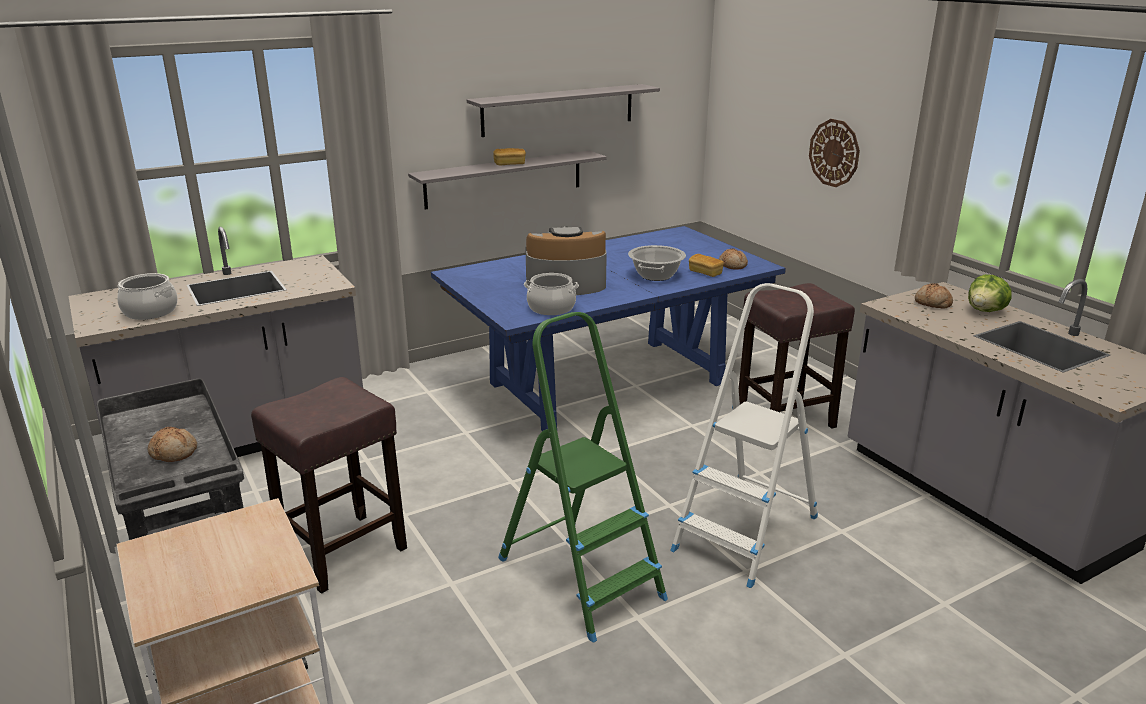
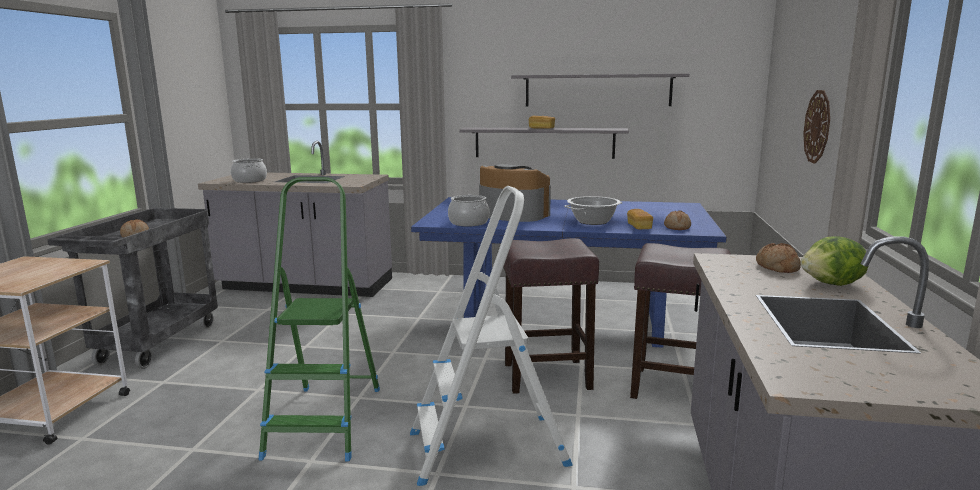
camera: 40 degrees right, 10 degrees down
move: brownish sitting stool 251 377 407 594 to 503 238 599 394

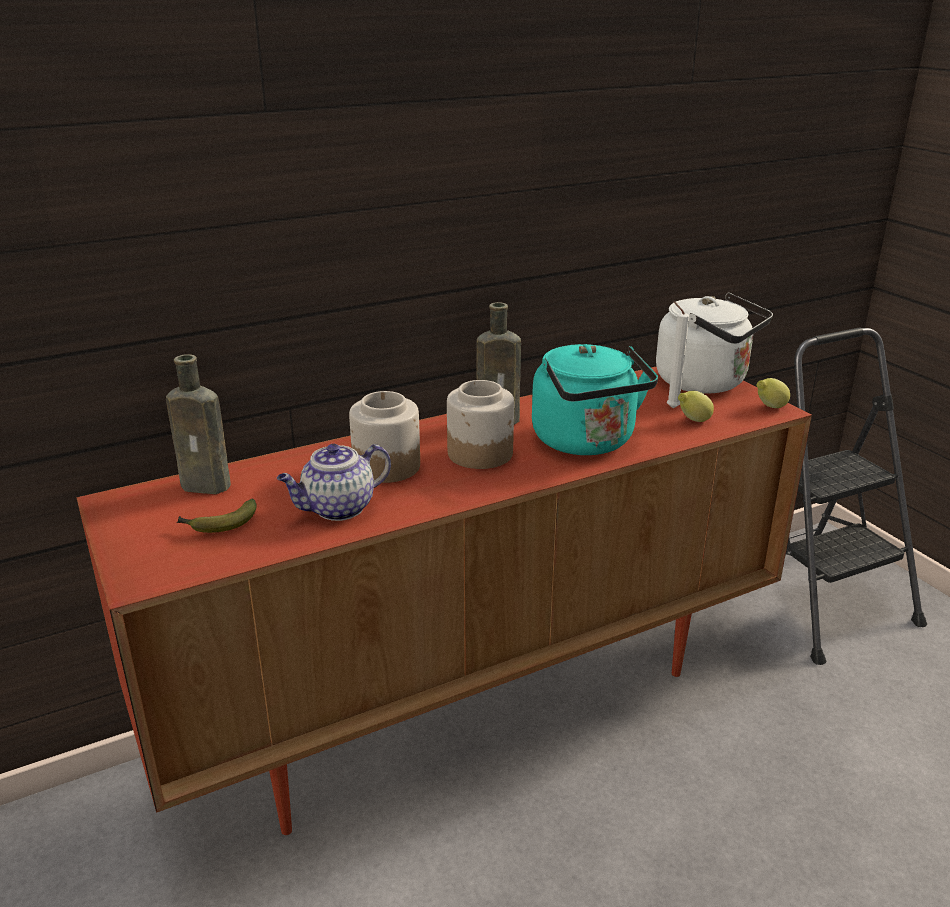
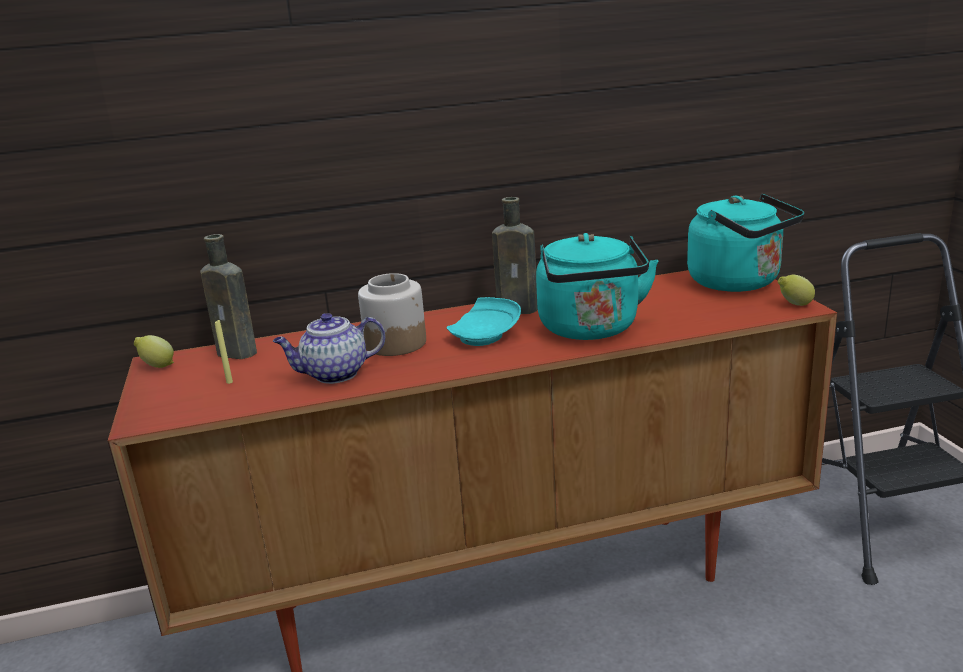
camera: 15 degrees right, 5 degrees down
delete: white wax candle 667 302 689 408
move: citrus fruit 678 391 714 422 to 134 335 174 368
replace: storage jar 447 380 514 469 to turquoise dinner plate 446 297 521 346; banana fruit 177 499 256 533 to yellowish wax candle 215 320 233 384
recolor: white tea kettle 656 292 773 394 to turquoise tea kettle 687 194 804 292

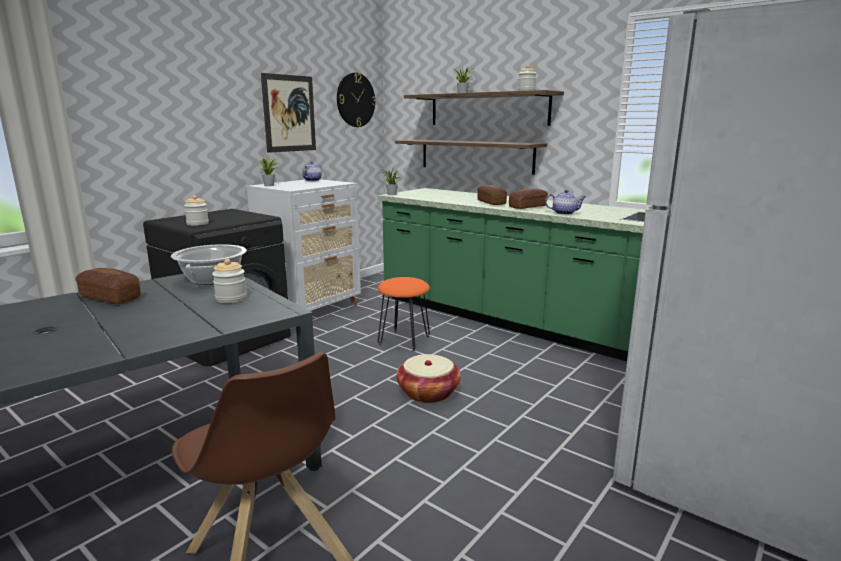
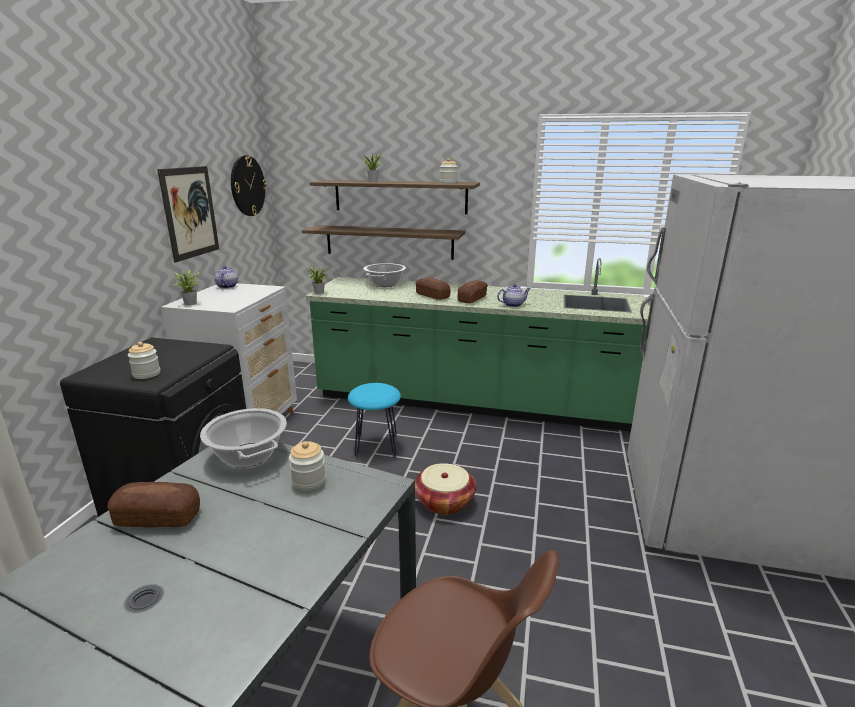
camera: 25 degrees left, 5 degrees up
insert: cooking pot 364 263 406 287
recolor: orange-coloured sitting stool 378 277 430 352 to turquoise sitting stool 348 383 401 458

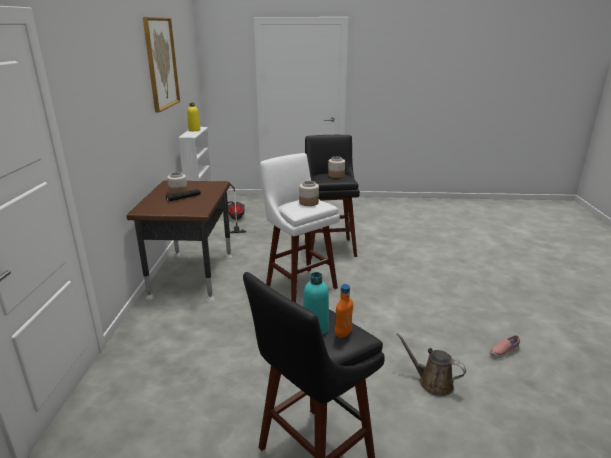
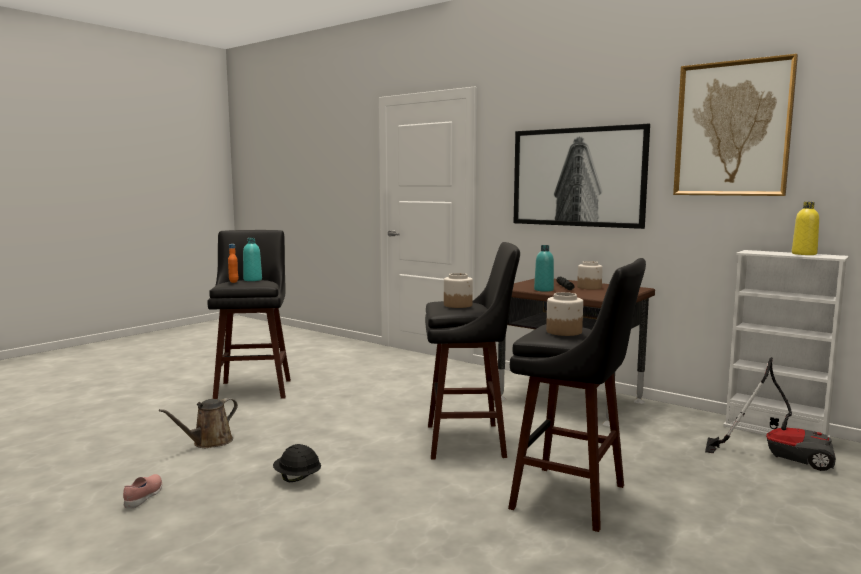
camera: 125 degrees right, 15 degrees down
insert: wall picture 514 124 650 229; turquoise drink bottle 534 245 554 292; black-coloured safety helmet 273 444 321 482
recolor: white sitting stool 260 153 340 303 to black-coloured sitting stool 425 242 520 459
rotate: brownish sprinkling can 396 333 466 396 = 159 398 238 448 150 degrees clockwise

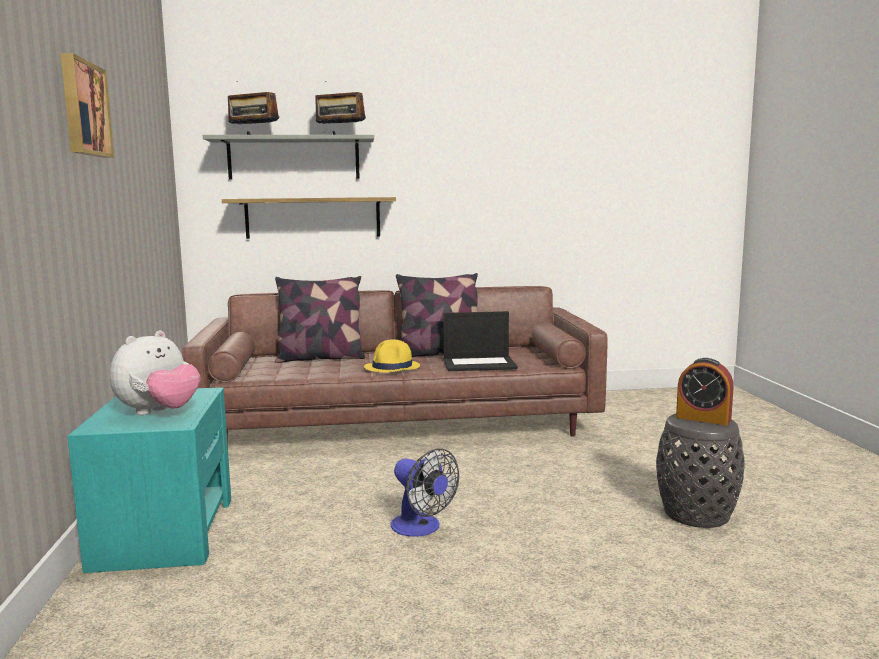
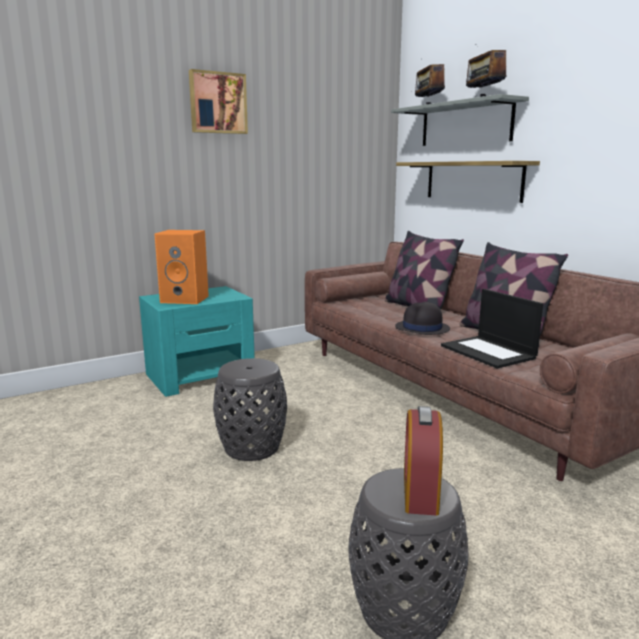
camera: 65 degrees right, 5 degrees up
replace: plush toy 110 331 200 415 to orange-coloured speaker 154 230 209 304; electric fan 390 448 459 537 to gray sitting stool 213 358 287 461
recolor: yellowish hat 364 339 420 373 to black-coloured hat 395 302 450 335

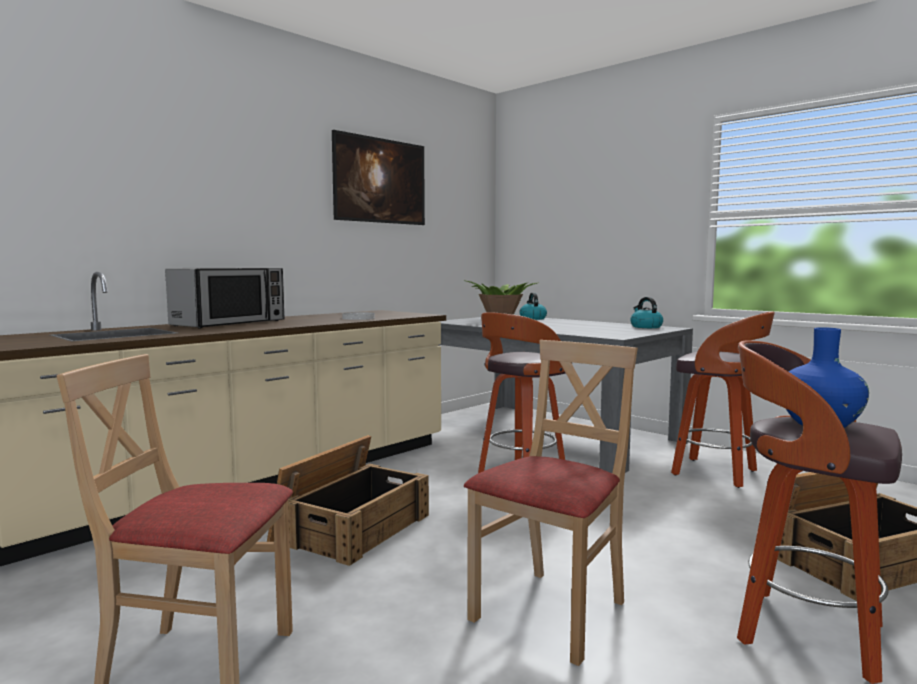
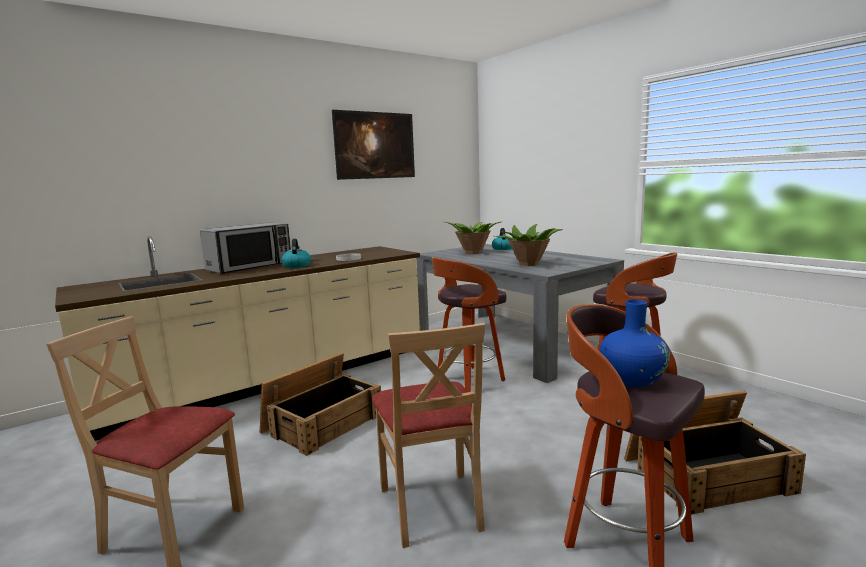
camera: 10 degrees right, 5 degrees up
insert: plant in a pot 495 224 563 266
move: tea kettle 630 297 663 328 to 281 239 311 268
rotate: sand-coloured plain chair 464 340 638 666 = 372 323 486 548 120 degrees clockwise

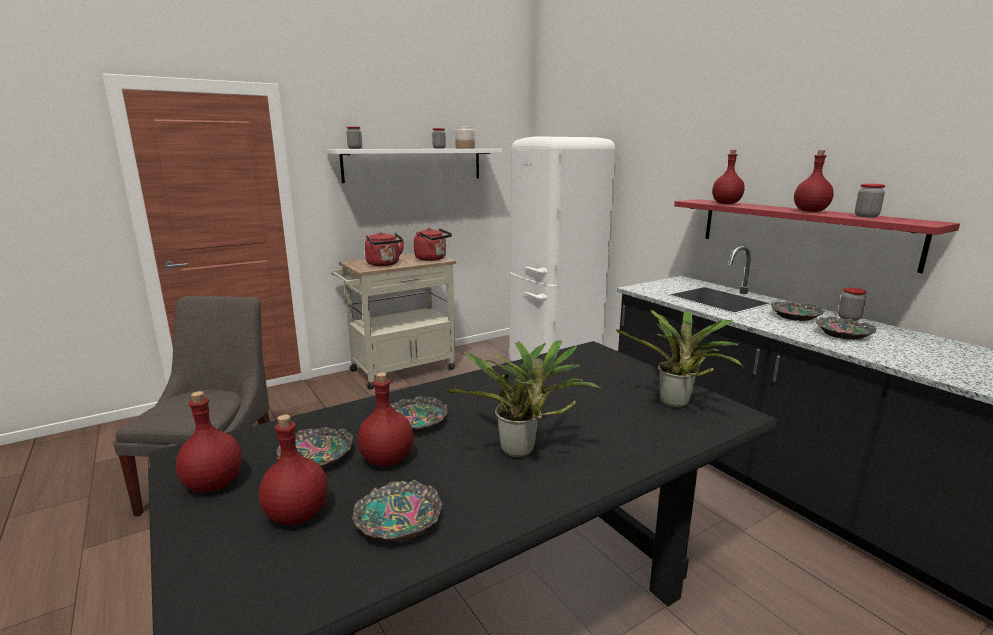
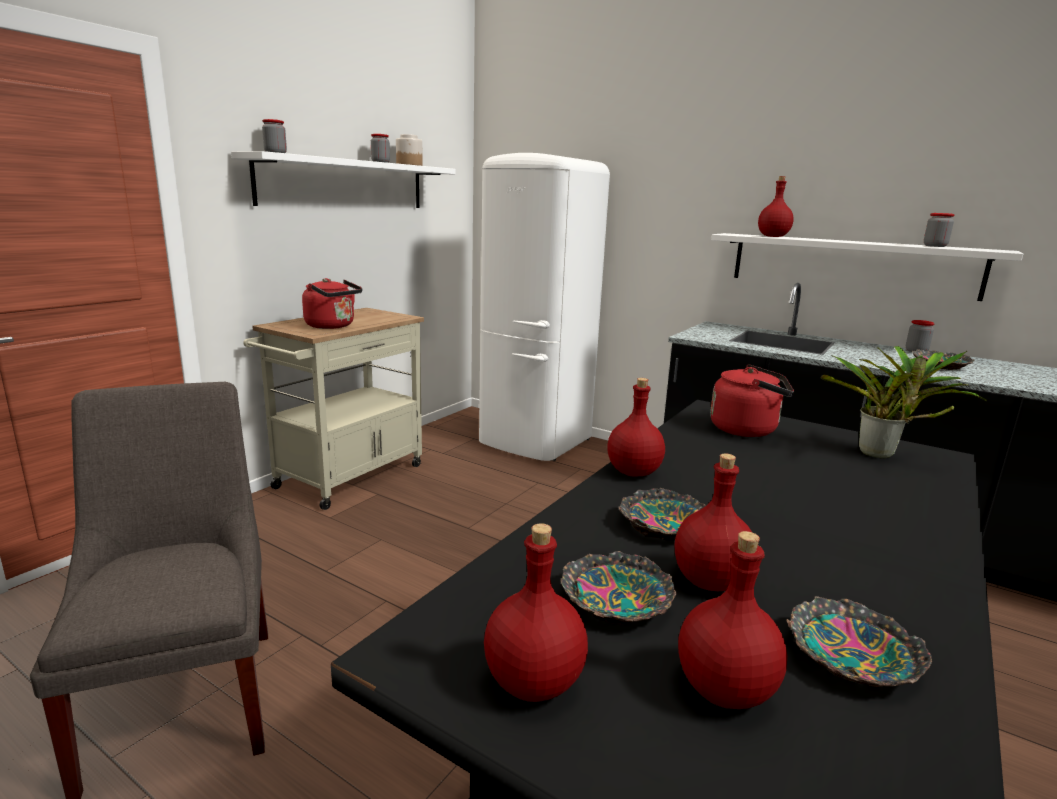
camera: 25 degrees left, 0 degrees up
delete: serving bowl 771 302 825 321; plant in a pot 446 340 603 457
move: red drink bottle 794 150 834 212 to 607 378 665 477; red tea kettle 414 228 452 261 to 710 364 794 437
recolor: red wall shelf 674 199 960 273 to white wall shelf 711 233 1023 301

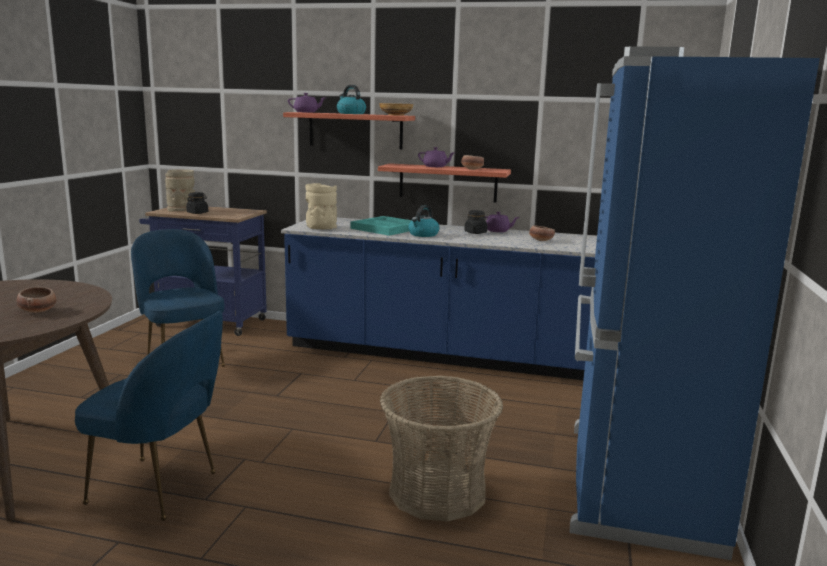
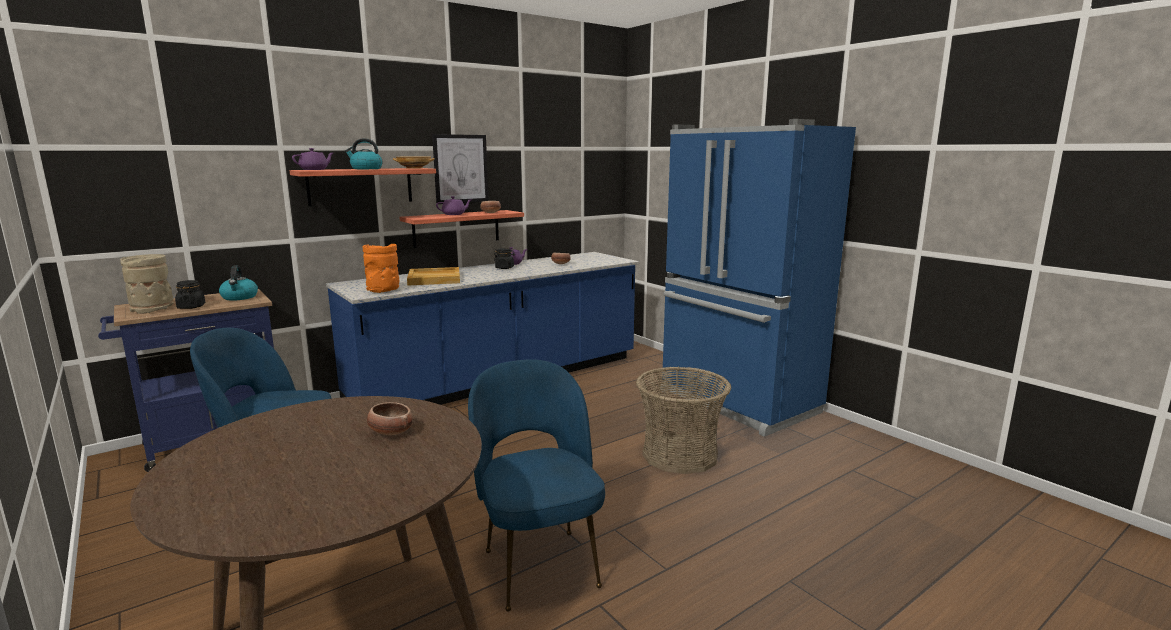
camera: 50 degrees left, 0 degrees up
insert: wall picture 432 134 489 204
move: tea kettle 408 205 440 237 to 219 265 258 301
recolor: sand-coloured flower vase 306 183 337 230 to orange-coloured flower vase 362 244 399 293; turquoise serving tray 350 216 412 236 to sand-coloured serving tray 407 267 460 286
rotate: blue plain chair 75 311 223 521 = 468 359 605 612 75 degrees counterclockwise

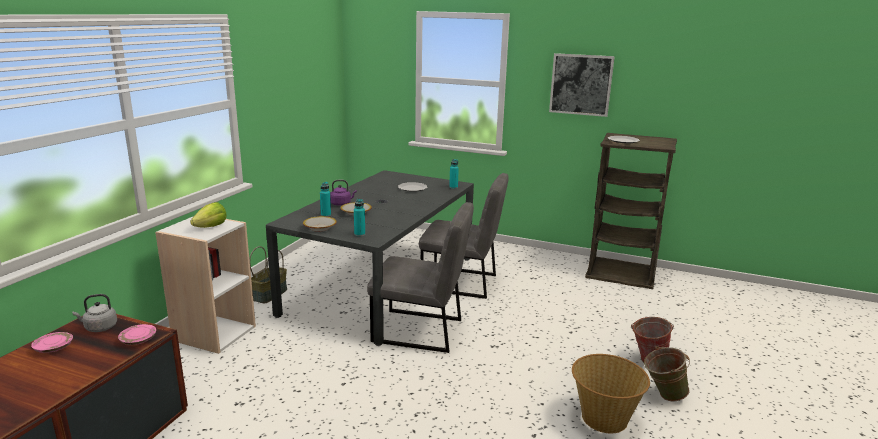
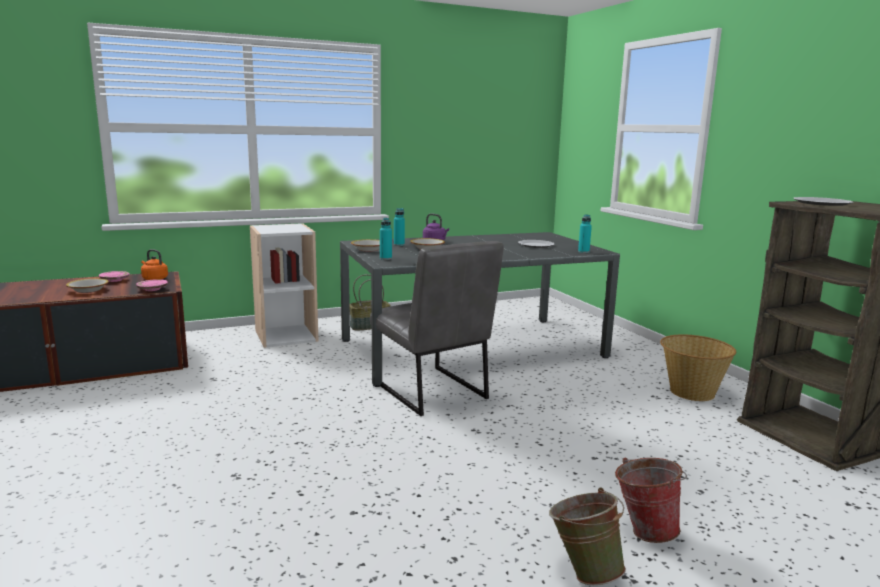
camera: 45 degrees right, 5 degrees down
delete: wall picture 549 53 615 117; gray plain chair 419 173 509 299; lettuce head 190 202 227 228
insert: serving bowl 66 278 109 293
move: storage basket 572 354 650 433 to 660 334 736 401
recolor: gray tea kettle 72 294 117 332 to orange-coloured tea kettle 141 249 168 280

